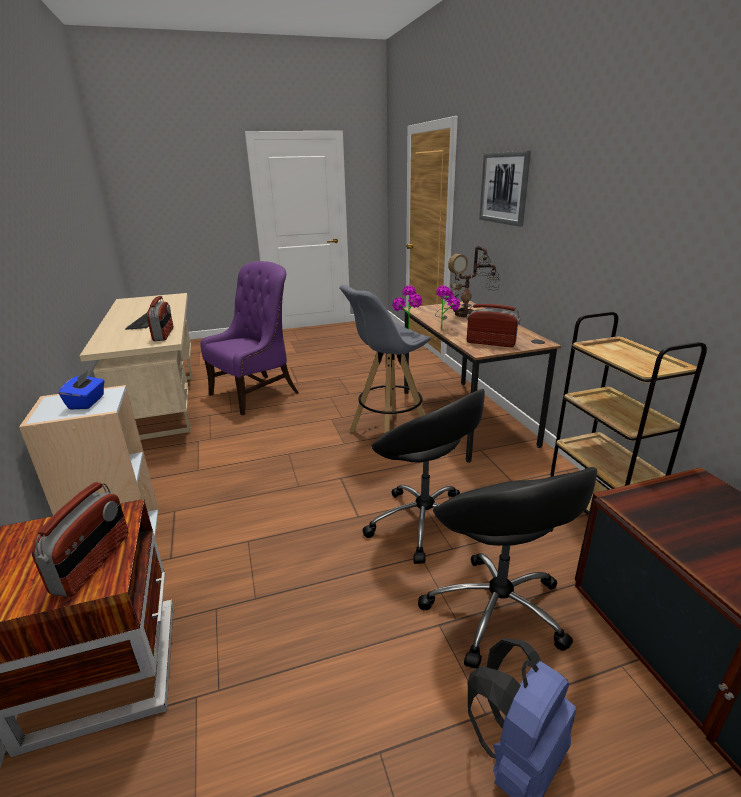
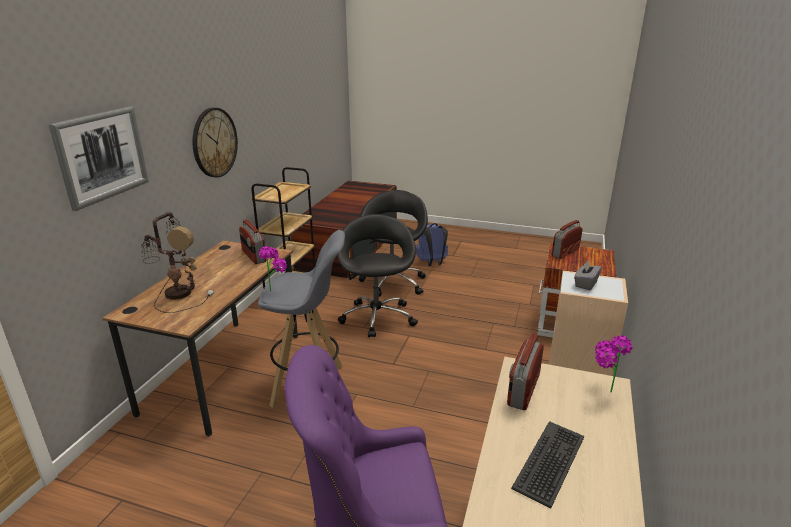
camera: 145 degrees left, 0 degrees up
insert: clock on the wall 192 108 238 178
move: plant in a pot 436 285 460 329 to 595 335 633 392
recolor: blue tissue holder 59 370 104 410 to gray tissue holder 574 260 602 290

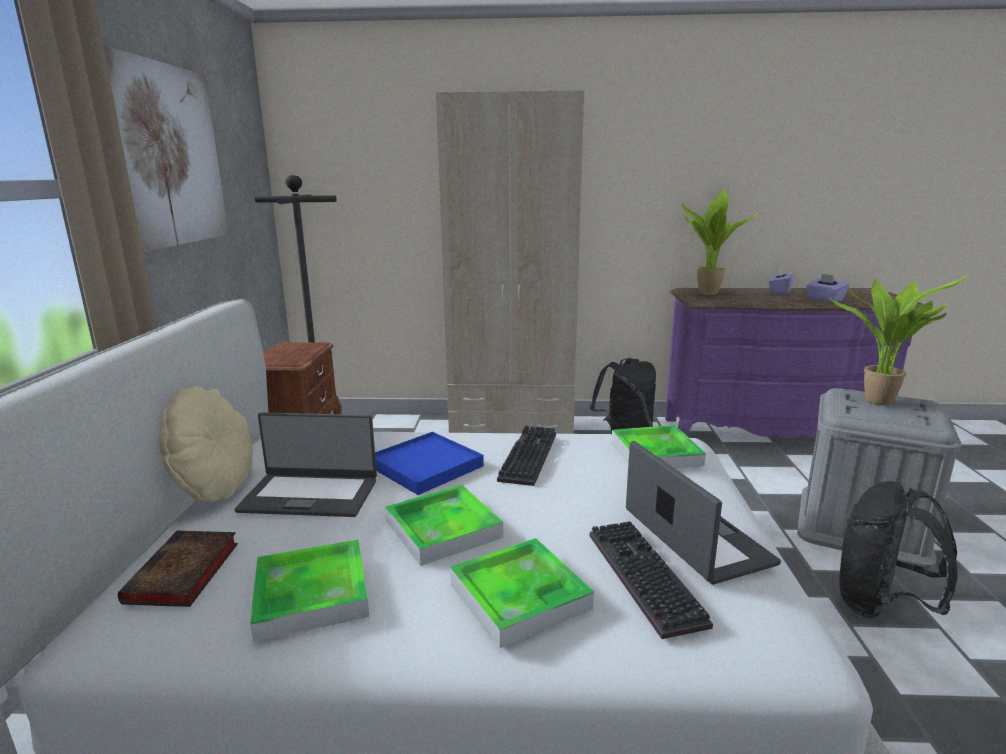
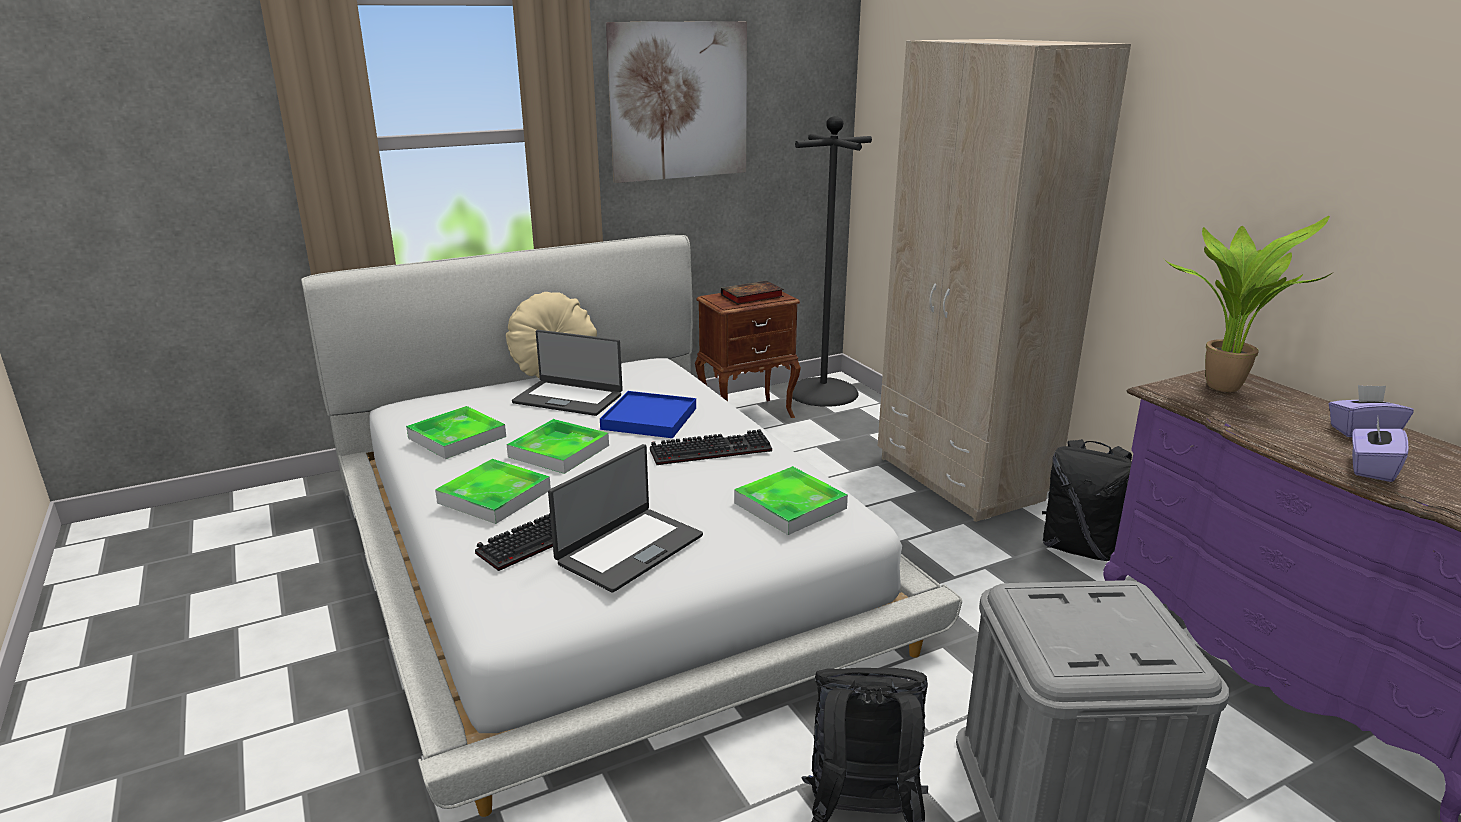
camera: 60 degrees right, 5 degrees up
delete: plant in a pot 830 273 970 405
move: volume 118 531 238 607 to 721 281 784 305
rotate: notebook computer 235 412 377 517 = 512 330 623 416 45 degrees counterclockwise

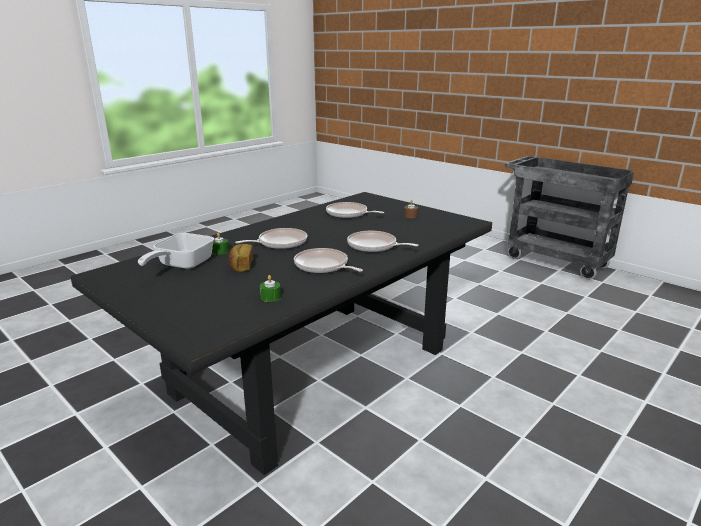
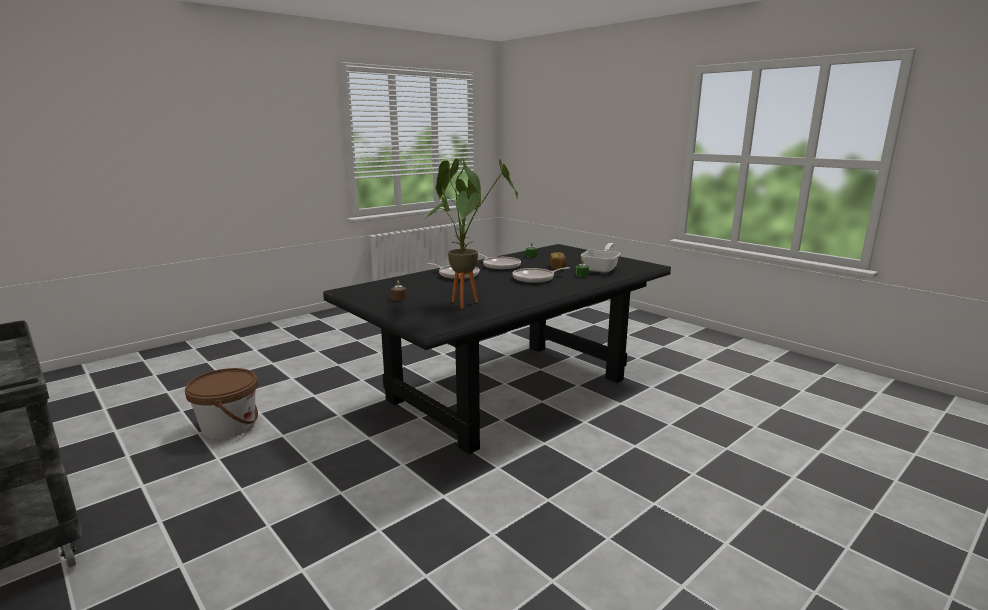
camera: 175 degrees left, 5 degrees down
insert: brownish bucket 185 368 258 439
replace: frying pan 326 202 384 218 to plant in a pot 425 158 518 308

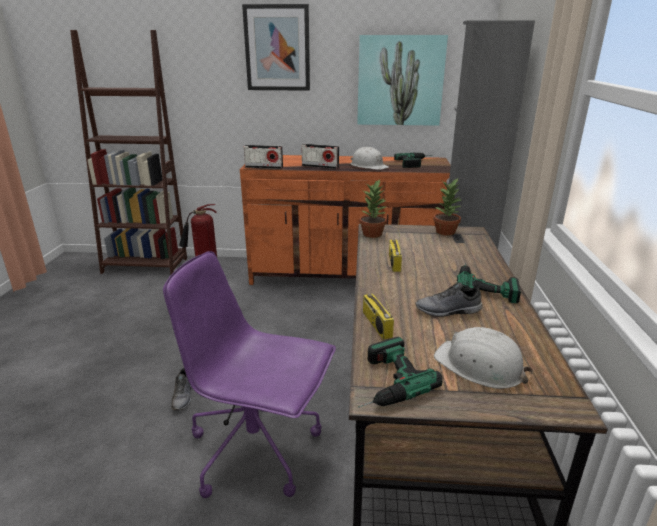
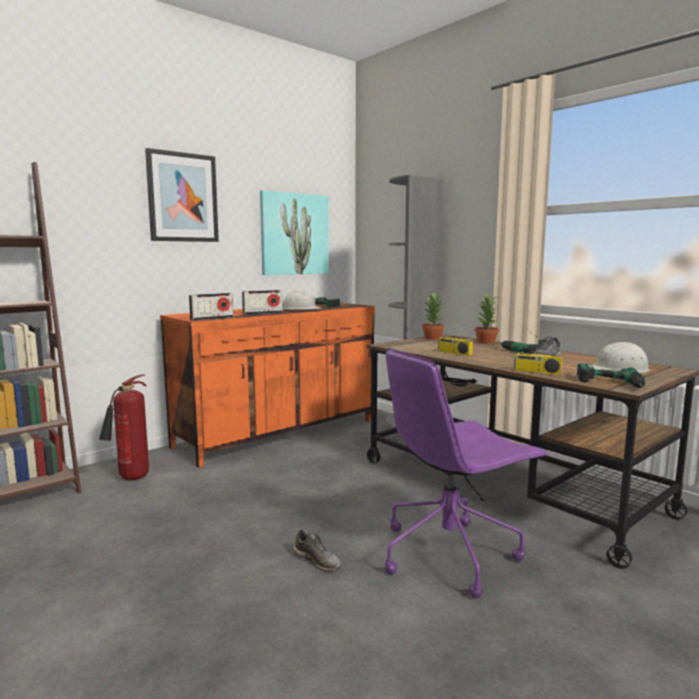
camera: 45 degrees left, 15 degrees down
move: plant in a pot 360 179 387 238 to 475 295 499 344

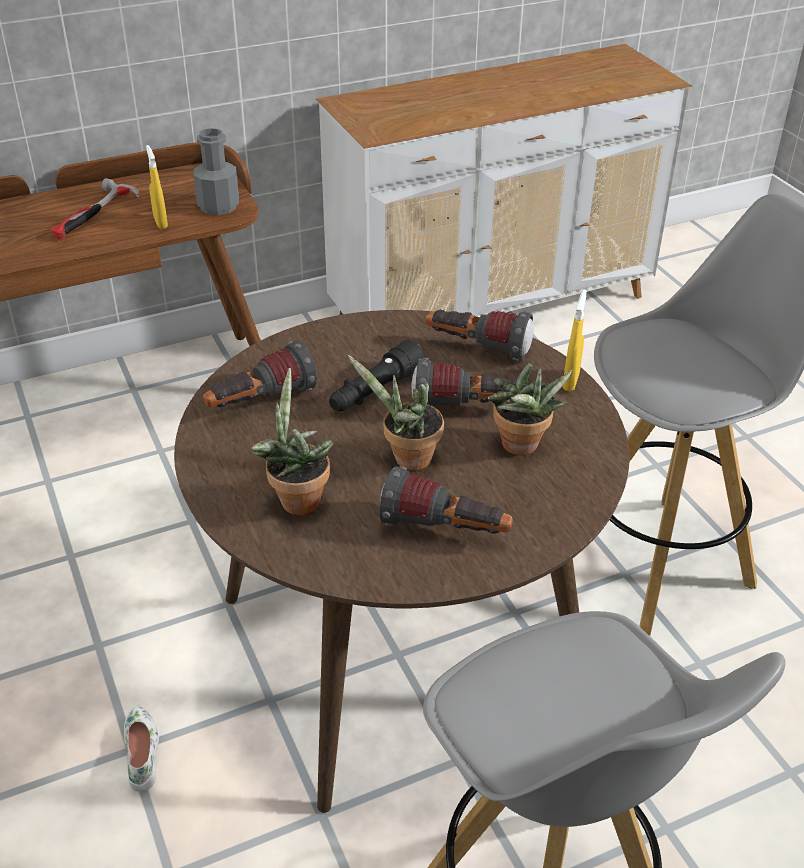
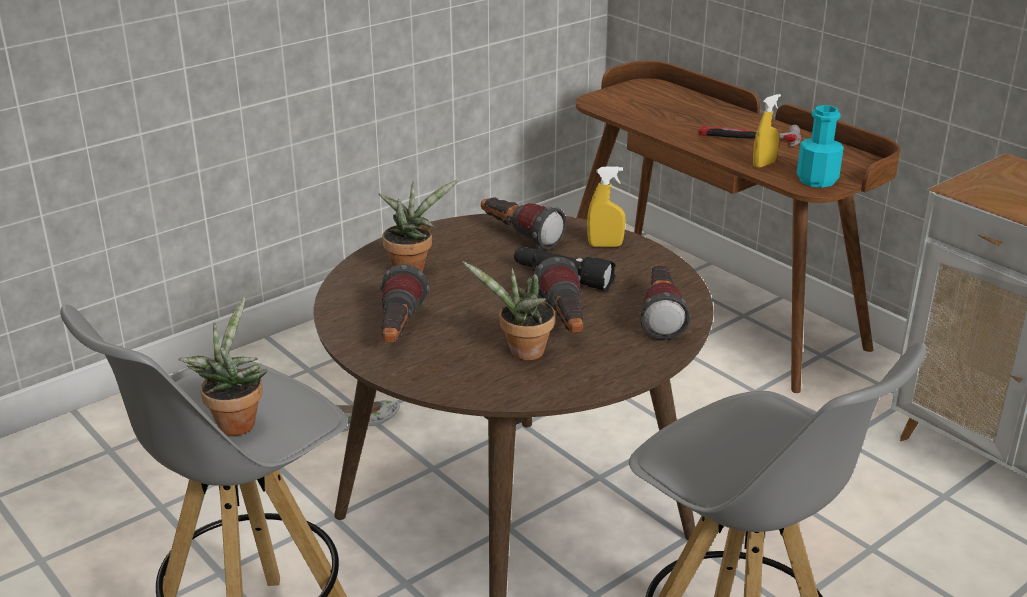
camera: 75 degrees right, 10 degrees down
move: yellowish sprayer 562 290 587 391 to 587 167 626 247; plant in a pot 348 355 444 470 to 179 297 267 436
recolor: gray drink bottle 193 128 239 215 to turquoise drink bottle 797 105 844 188

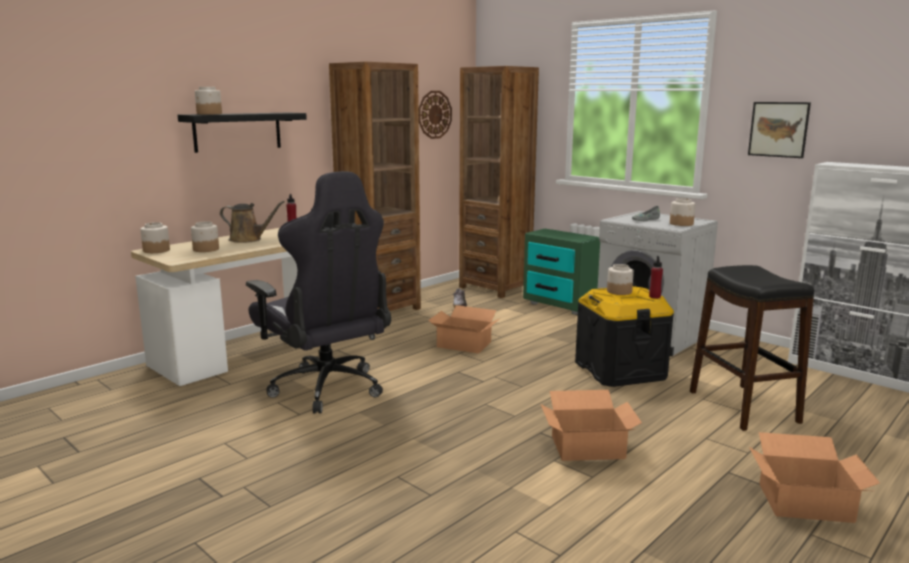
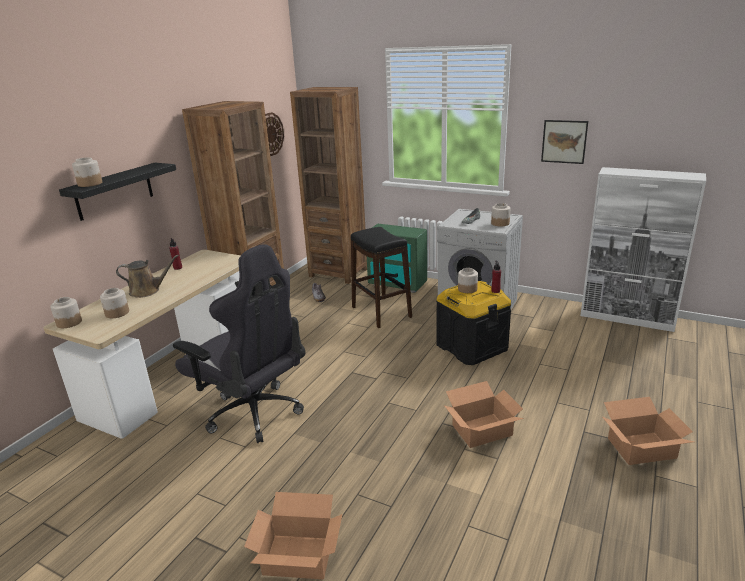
camera: 15 degrees left, 10 degrees up
move: black-coloured sitting stool 690 265 814 431 to 351 227 412 328; packing box 428 305 499 354 to 244 492 342 580

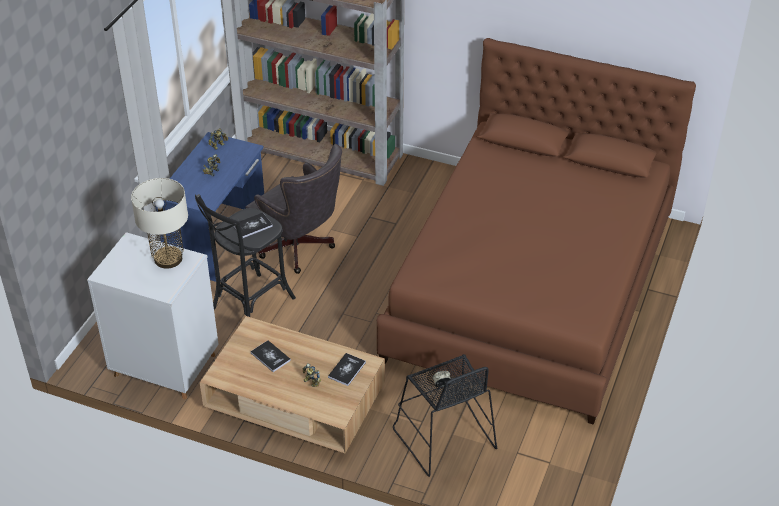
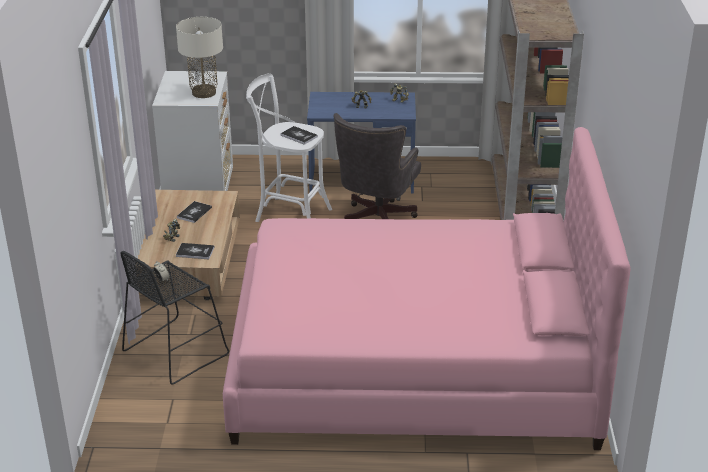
camera: 70 degrees right, 10 degrees down
recolor: brownish sleeping bed 377 38 696 425 to pink-coloured sleeping bed 223 127 631 450; black-coloured sitting stool 195 194 296 317 to white sitting stool 246 73 332 222

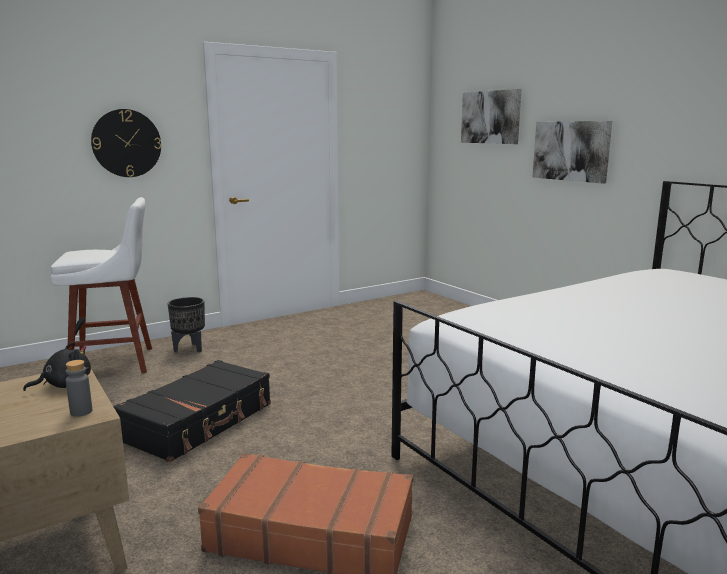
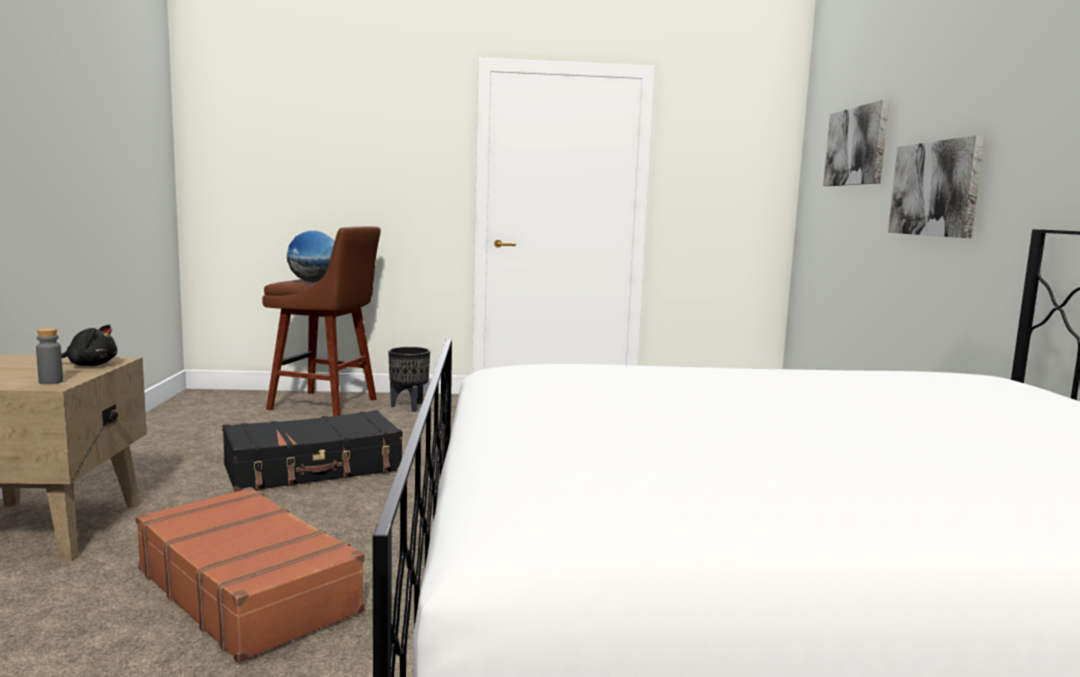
camera: 30 degrees right, 5 degrees down
delete: clock on the wall 91 109 161 177
insert: globe 287 231 335 282
recolor: white sitting stool 50 197 152 373 to brownish sitting stool 262 226 381 416

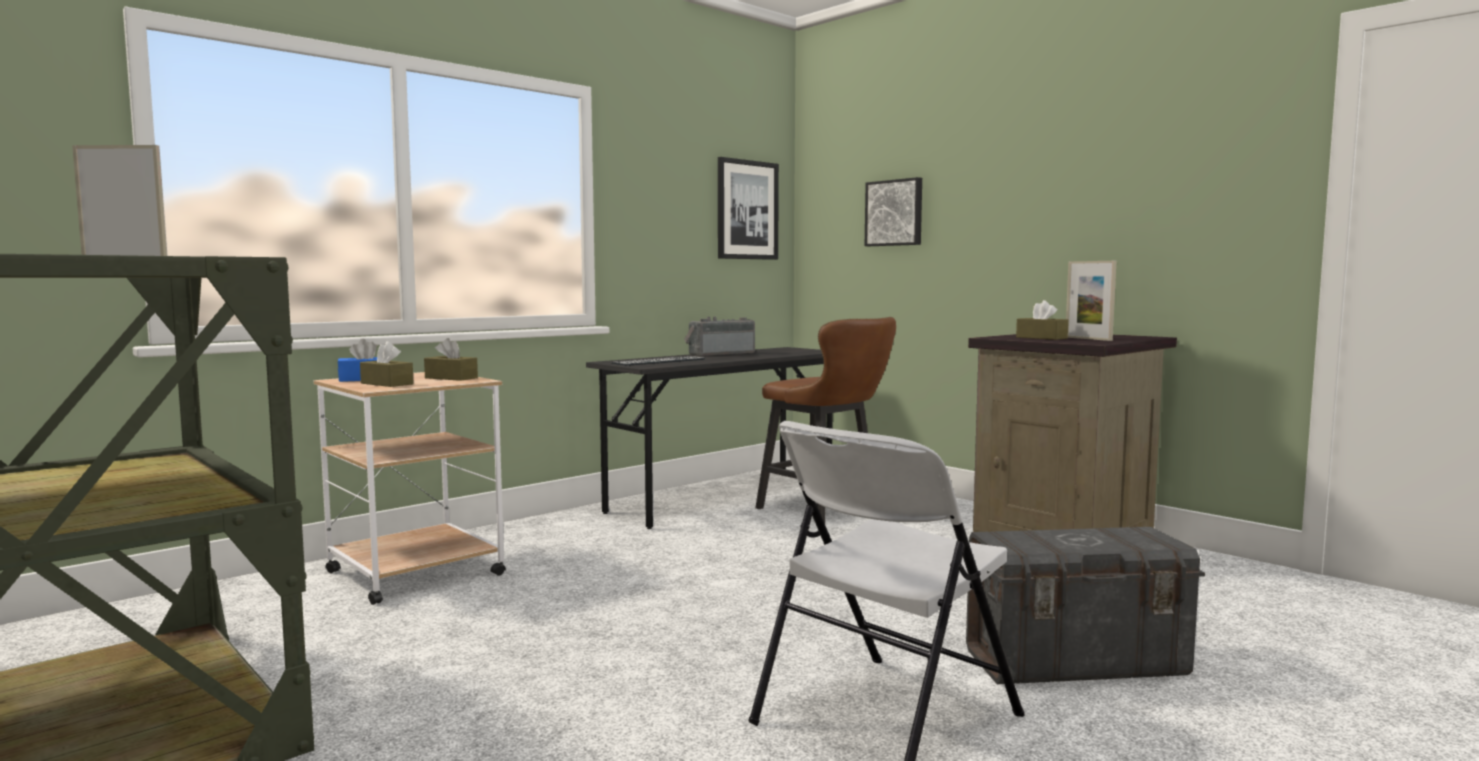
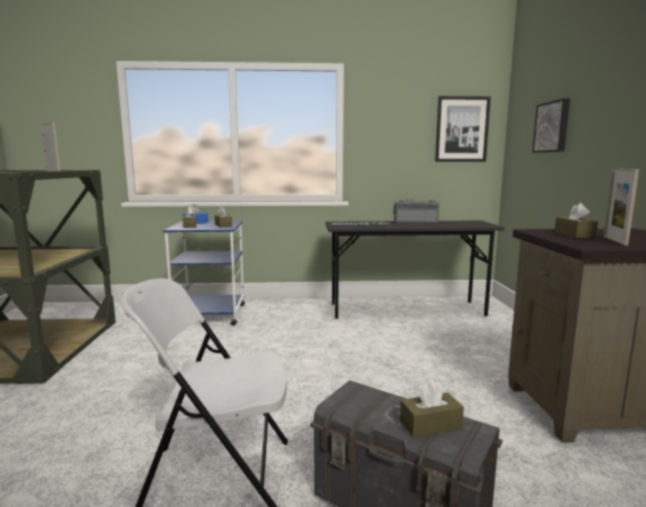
camera: 40 degrees right, 5 degrees up
delete: brownish sitting stool 755 317 896 523
insert: brownish tissue holder 400 380 464 437
recolor: sand-coloured wheeled cart 314 372 506 605 to blue wheeled cart 163 221 245 326

